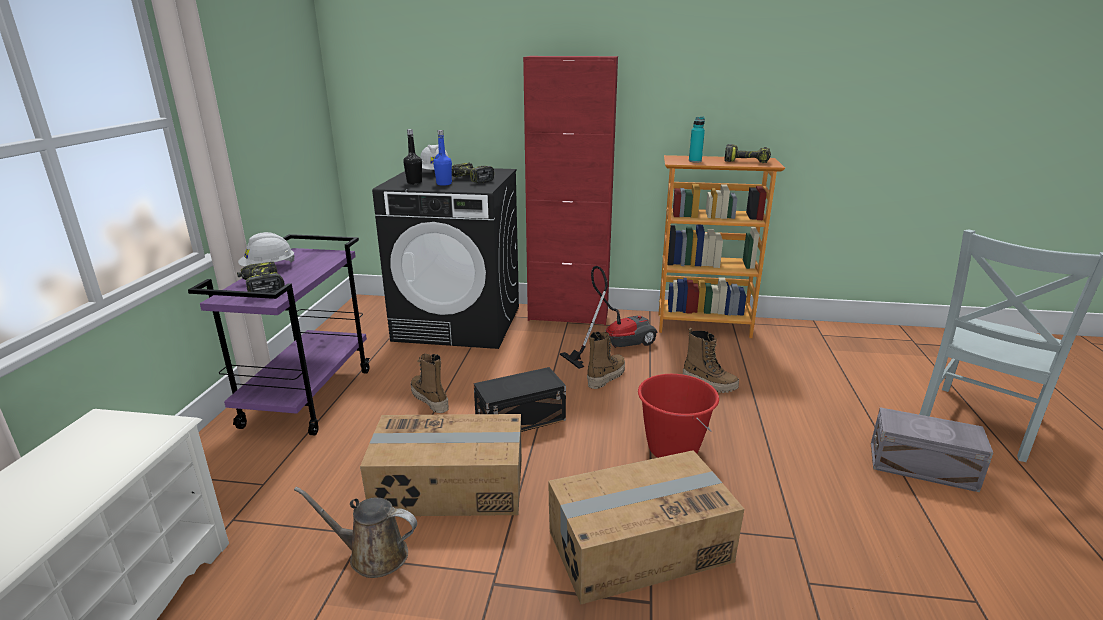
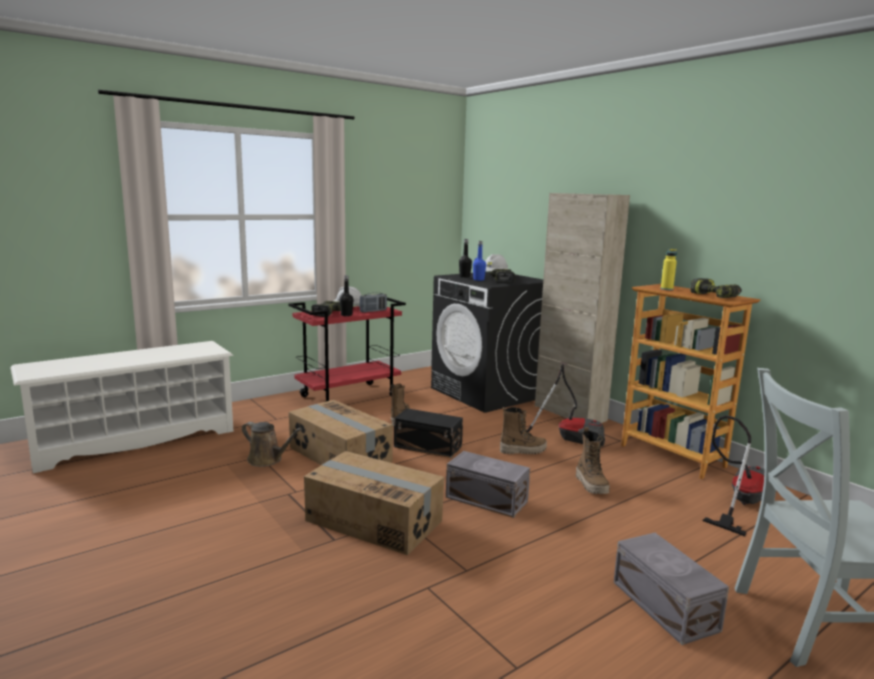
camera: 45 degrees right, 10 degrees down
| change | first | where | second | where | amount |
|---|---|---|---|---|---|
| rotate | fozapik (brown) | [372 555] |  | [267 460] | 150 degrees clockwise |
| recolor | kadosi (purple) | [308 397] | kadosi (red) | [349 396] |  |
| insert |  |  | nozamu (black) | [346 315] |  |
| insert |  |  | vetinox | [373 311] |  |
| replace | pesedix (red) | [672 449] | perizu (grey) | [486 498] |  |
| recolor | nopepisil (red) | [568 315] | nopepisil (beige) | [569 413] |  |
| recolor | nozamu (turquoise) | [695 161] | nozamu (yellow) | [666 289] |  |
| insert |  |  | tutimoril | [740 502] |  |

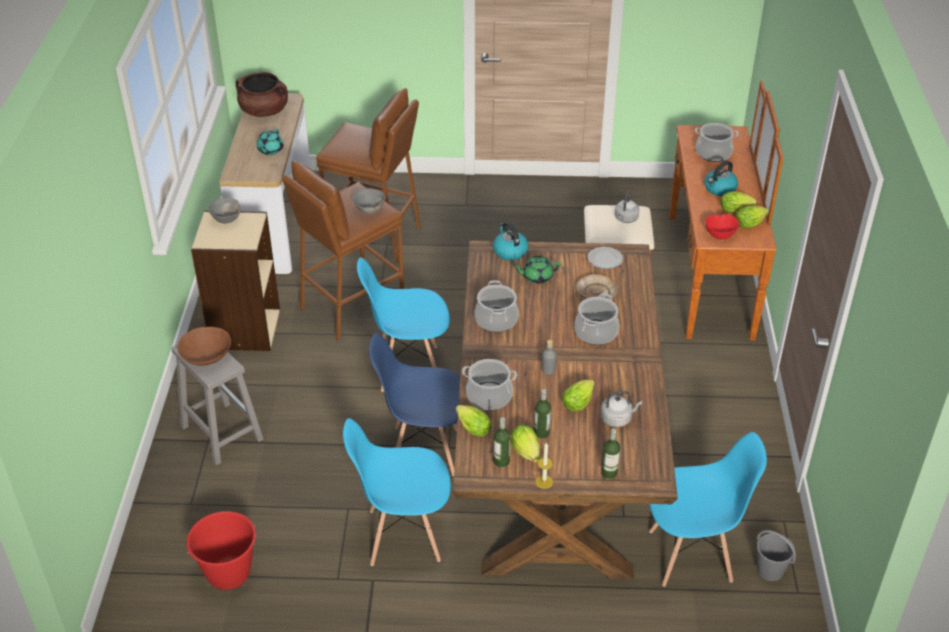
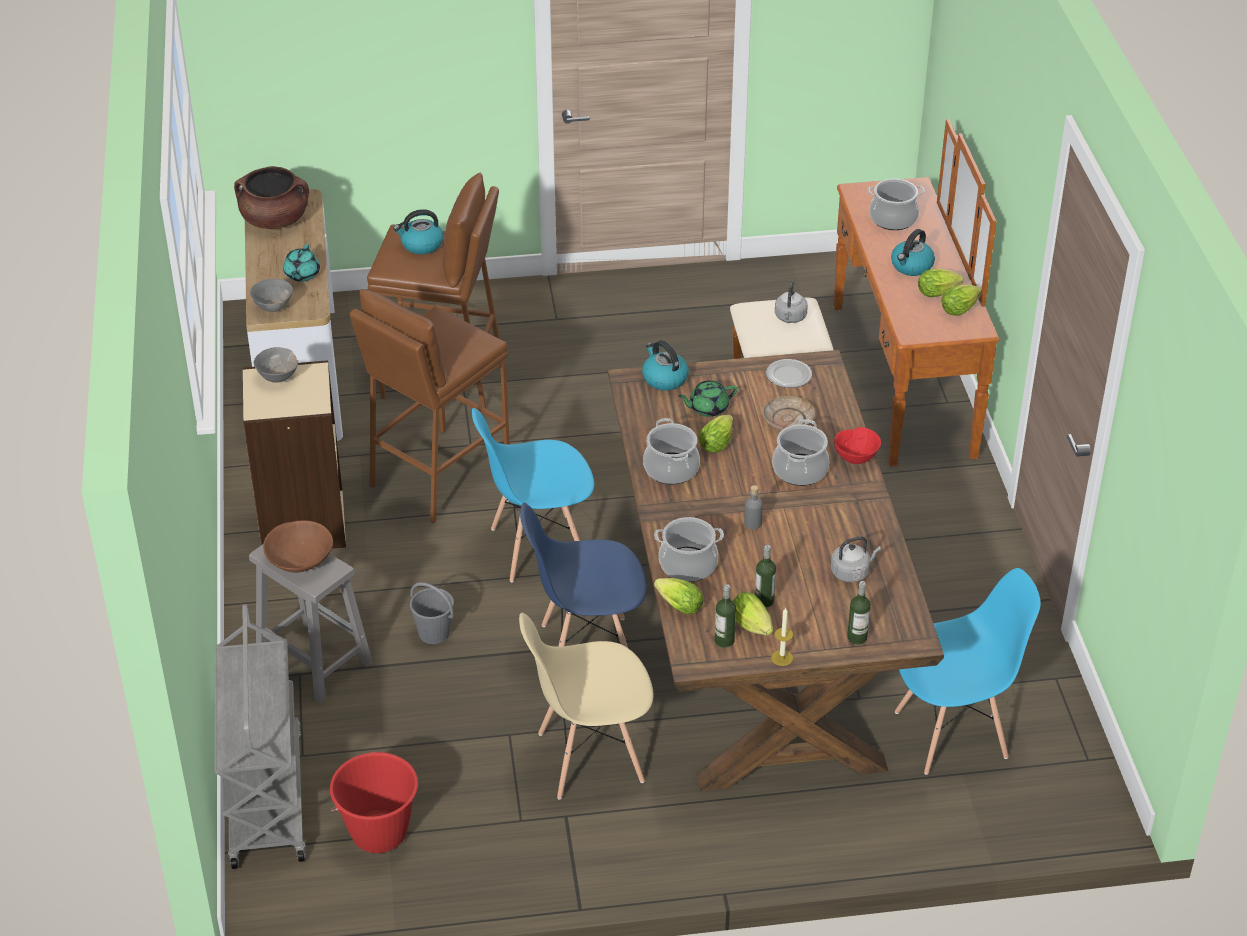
camera: 10 degrees left, 0 degrees up
| change | first | where | second | where | amount |
|---|---|---|---|---|---|
| insert |  |  | kadosi (grey) | [265 798] |  |
| move | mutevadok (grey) | [369 211] |  | [273 308] |  |
| insert |  |  | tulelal | [421 245] |  |
| move | pesedix (grey) | [769 570] |  | [433 633] |  |
| recolor | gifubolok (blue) | [403 535] | gifubolok (beige) | [589 757] |  |
| move | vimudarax | [579 402] |  | [718 442] |  |
| move | mutevadok (red) | [720 235] |  | [856 458] |  |

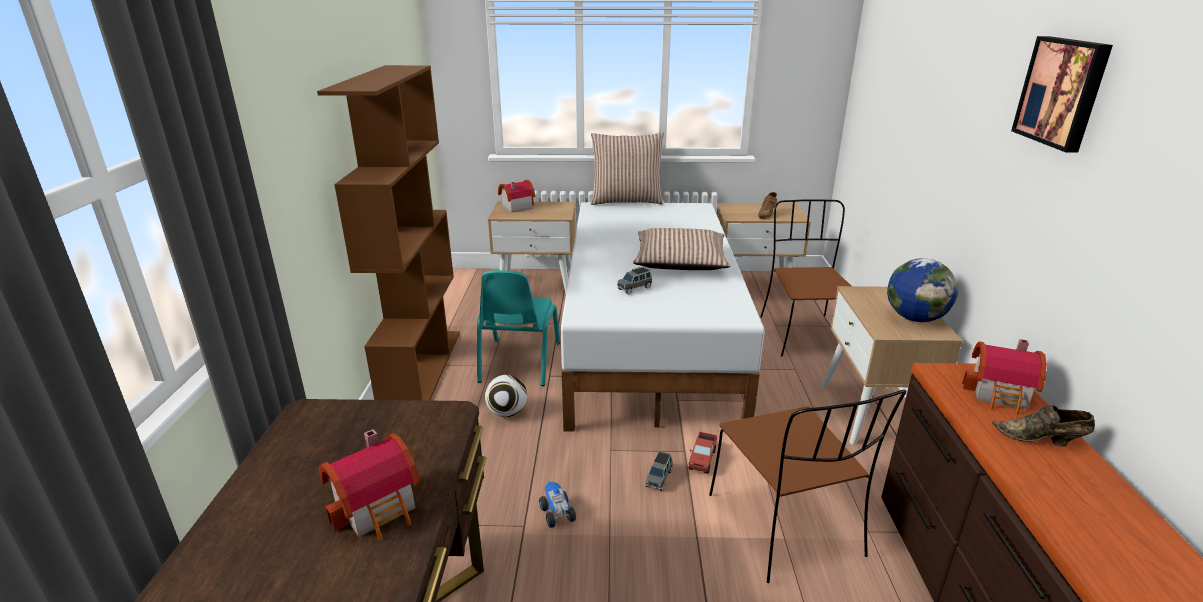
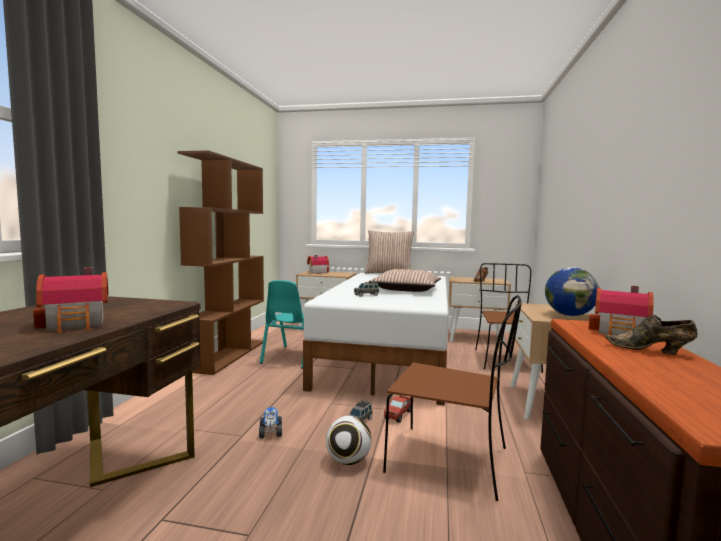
camera: 10 degrees right, 20 degrees down
| change | first | where | second | where | amount |
|---|---|---|---|---|---|
| move | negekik | [507 412] |  | [348 460] |  |
| rotate | gifubolok (brown) | [786 527] |  | [451 461] | 60 degrees counterclockwise |
| delete | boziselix | [1063 92] |  |  |  |

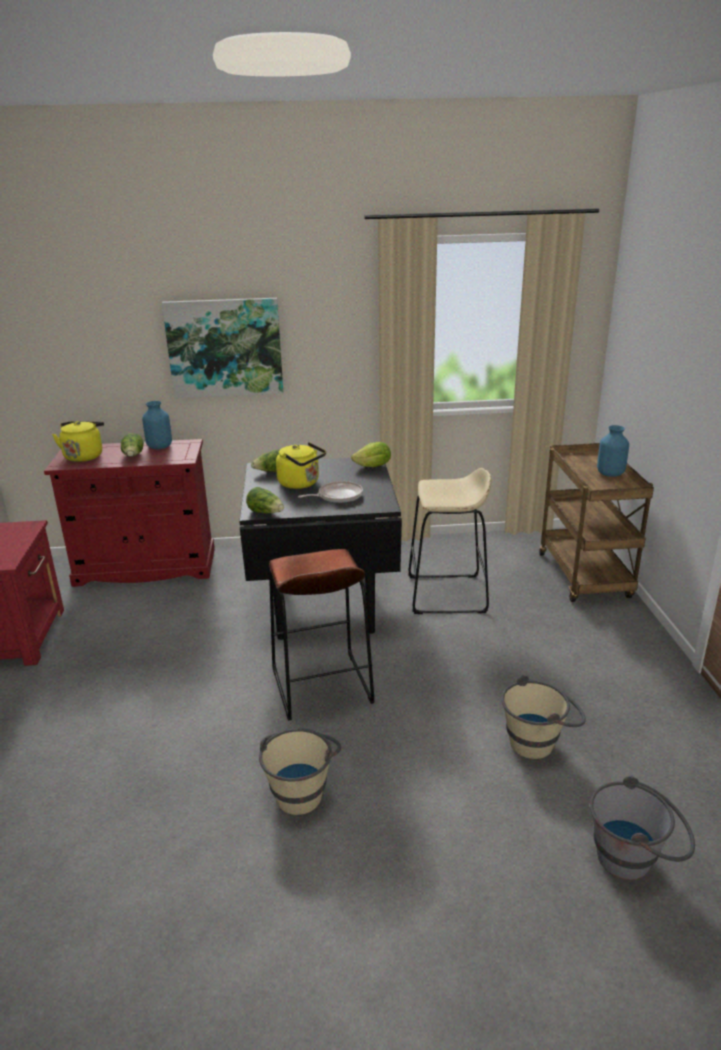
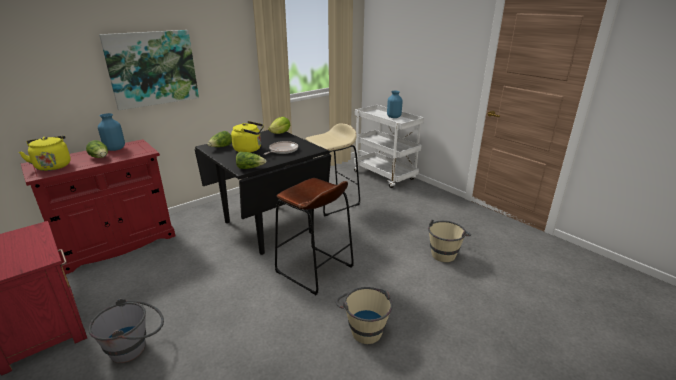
camera: 35 degrees left, 0 degrees up
| change | first | where | second | where | amount |
|---|---|---|---|---|---|
| move | pesedix (grey) | [635 859] |  | [136 347] |  |
| recolor | kadosi (brown) | [585 577] | kadosi (white) | [385 176] |  |

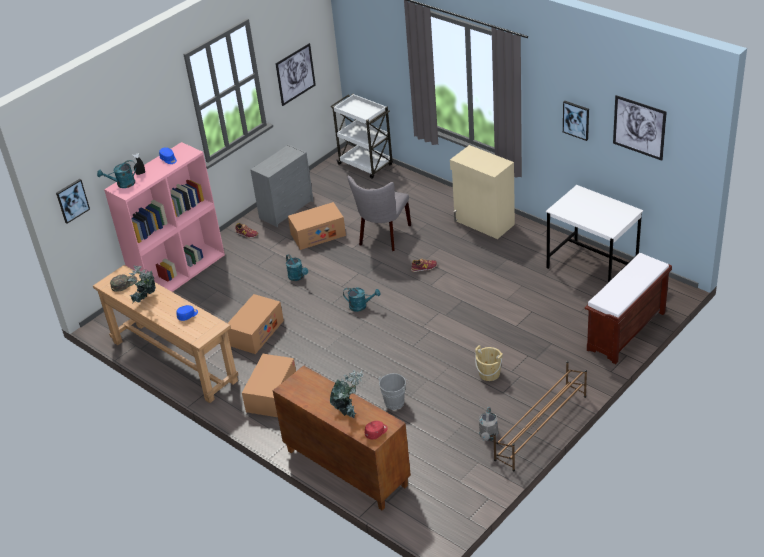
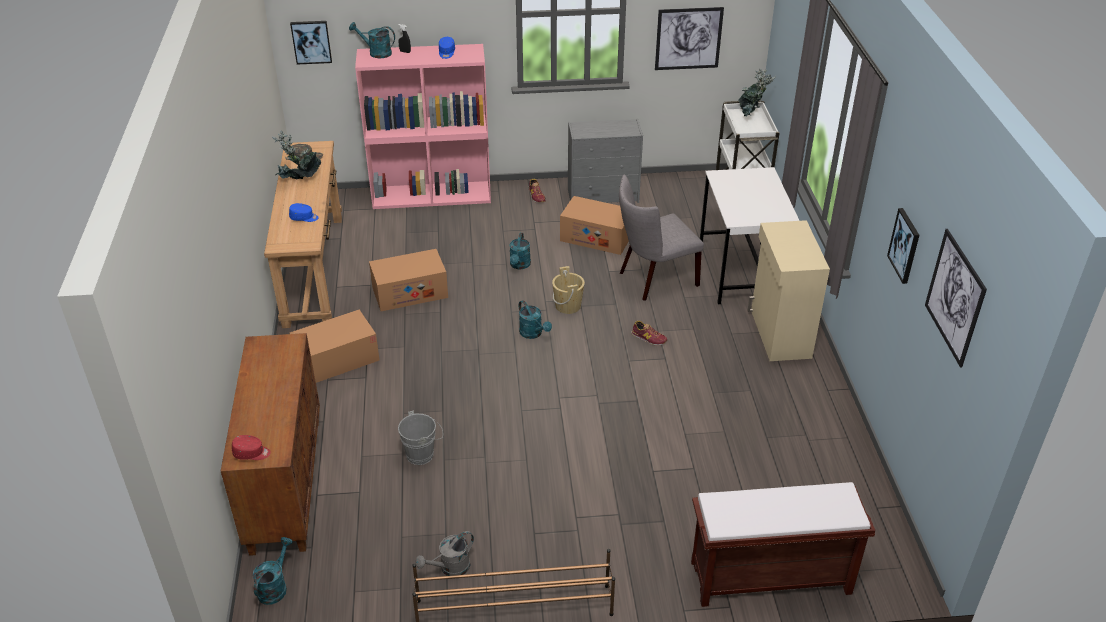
camera: 40 degrees right, 0 degrees up
| change | first | where | second | where | amount |
|---|---|---|---|---|---|
| insert |  |  | fozapik (turquoise) | [275 586] |  |
| move | pesedix (beige) | [489 374] |  | [568 306] |  |
| move | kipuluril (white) | [592 268] |  | [741 273] |  |
| move | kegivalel | [348 411] |  | [751 116] |  |

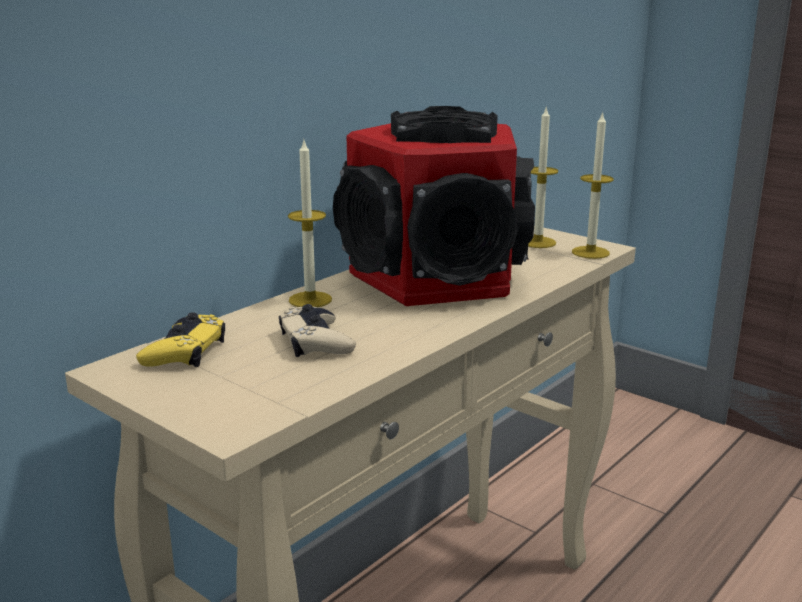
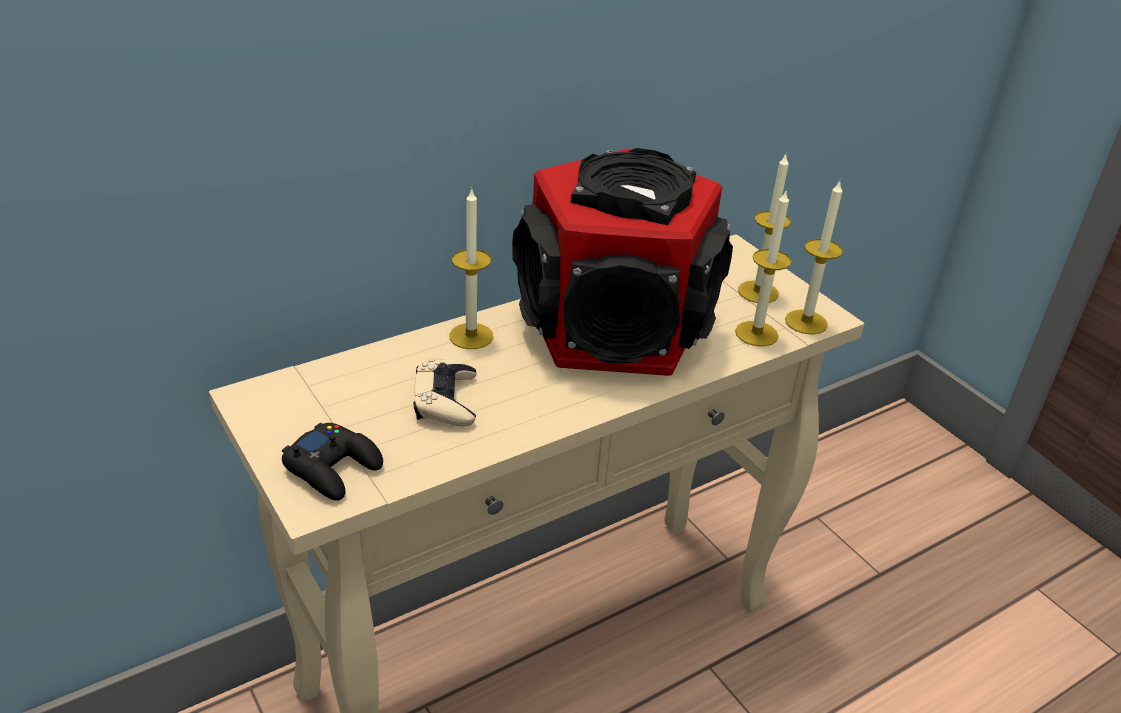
camera: 15 degrees right, 15 degrees up
| change | first | where | second | where | amount |
|---|---|---|---|---|---|
| insert |  |  | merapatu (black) | [333 468] |  |
| insert |  |  | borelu | [756 333] |  |
| delete | merapatu (yellow) | [185 351] |  |  |  |

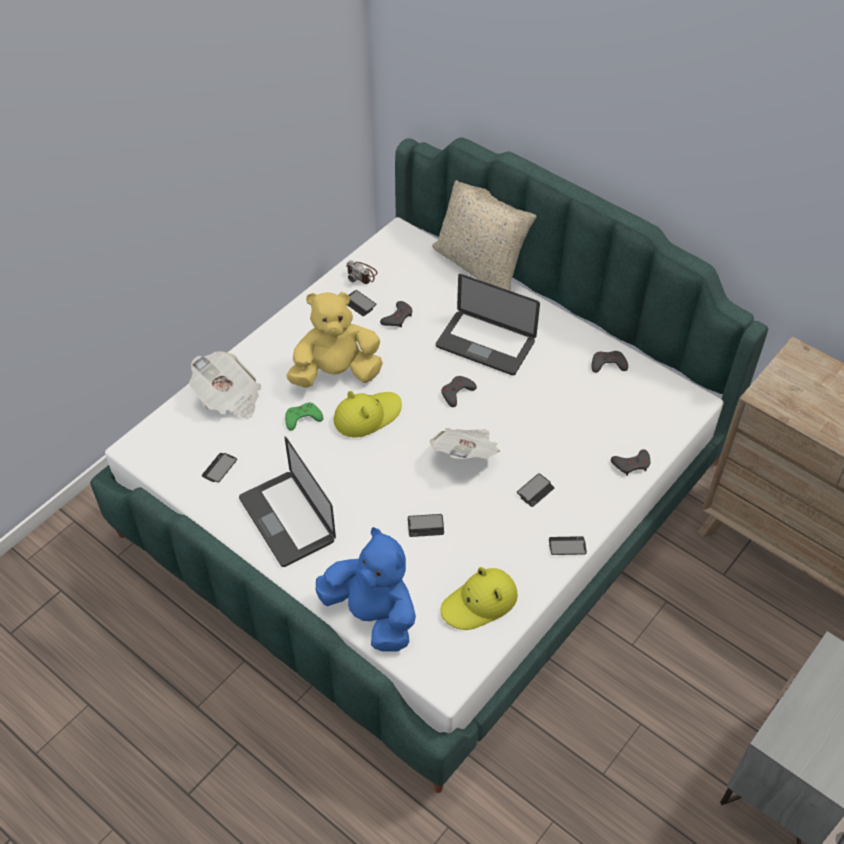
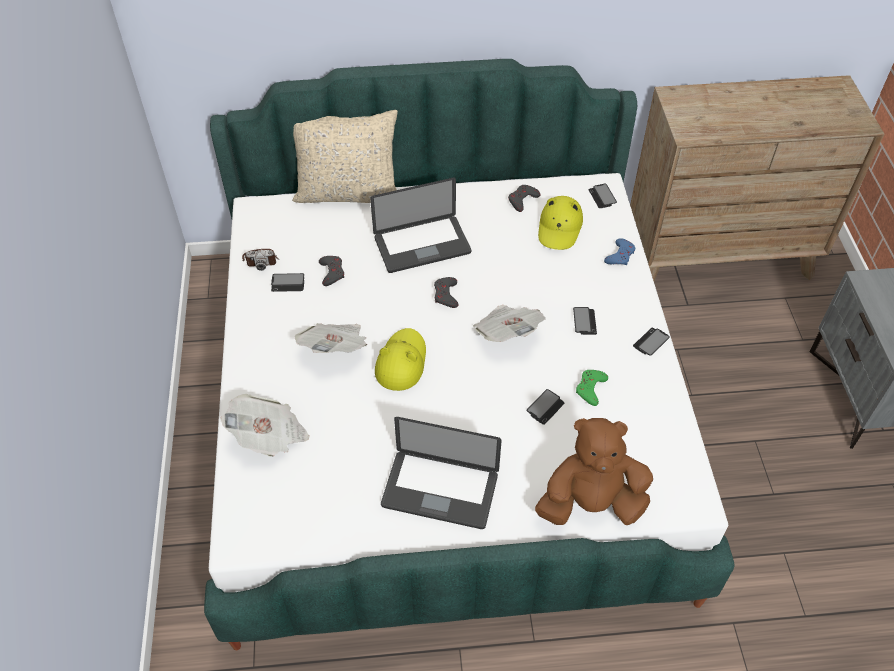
camera: 45 degrees left, 0 degrees up
| change | first | where | second | where | amount |
|---|---|---|---|---|---|
| replace | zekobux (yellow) | [336 373] | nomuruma | [336 349] |  |
| recolor | zekobux (blue) | [372 615] | zekobux (brown) | [591 503] |  |
| move | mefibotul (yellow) | [479 603] |  | [560 228] |  |
| move | merapatu (green) | [302 418] |  | [590 388] |  |
| move | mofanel | [219 468] |  | [602 197] |  |
| recolor | merapatu (grey) | [631 464] | merapatu (blue) | [620 255] |  |

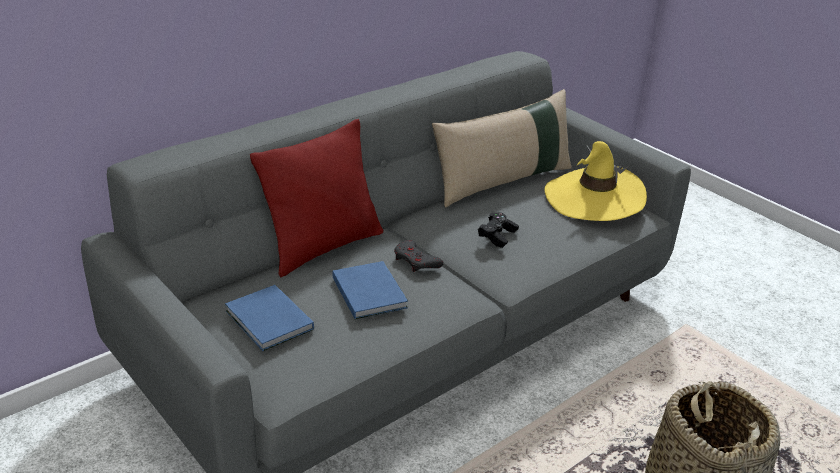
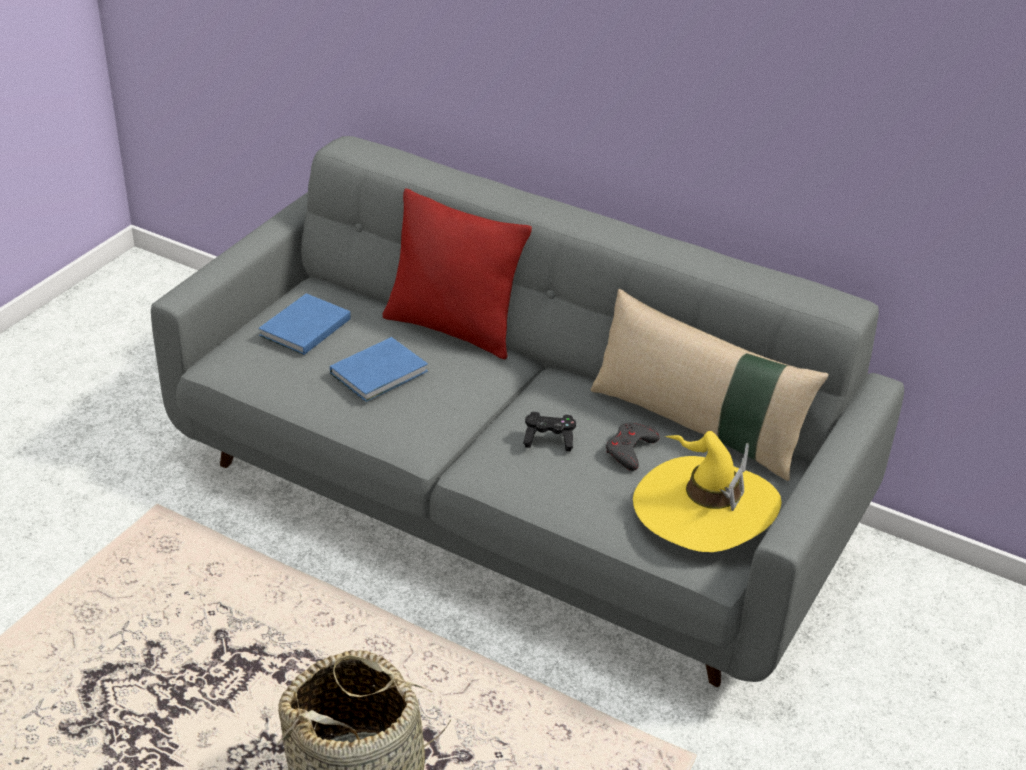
camera: 70 degrees right, 5 degrees up
| change | first | where | second | where | amount |
|---|---|---|---|---|---|
| move | merapatu (grey) | [416 261] |  | [630 450] |  |

